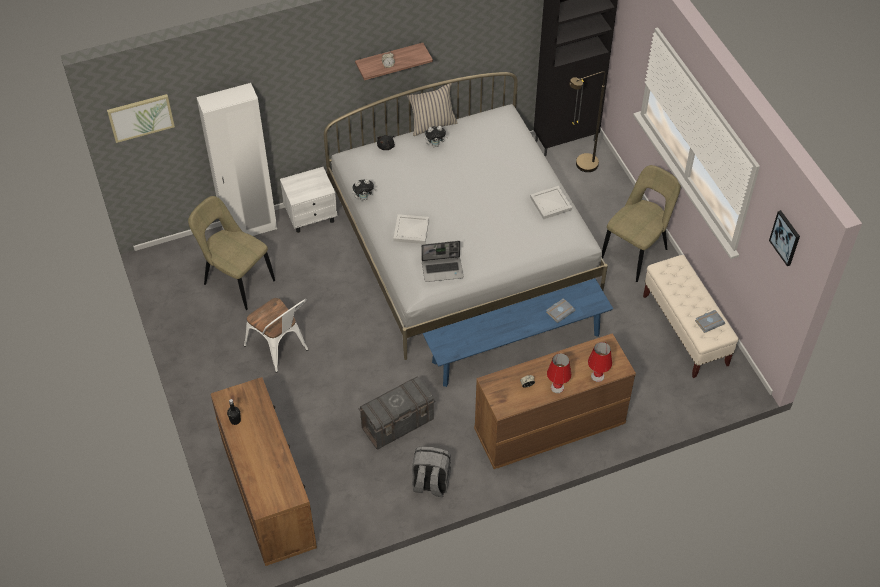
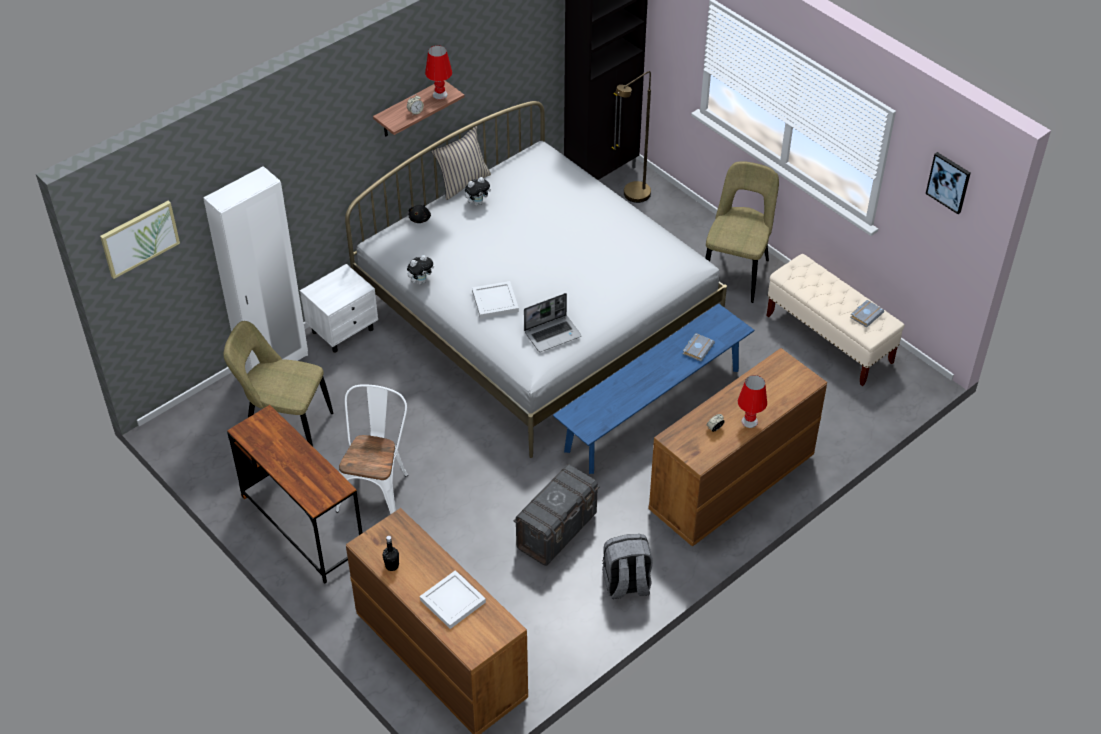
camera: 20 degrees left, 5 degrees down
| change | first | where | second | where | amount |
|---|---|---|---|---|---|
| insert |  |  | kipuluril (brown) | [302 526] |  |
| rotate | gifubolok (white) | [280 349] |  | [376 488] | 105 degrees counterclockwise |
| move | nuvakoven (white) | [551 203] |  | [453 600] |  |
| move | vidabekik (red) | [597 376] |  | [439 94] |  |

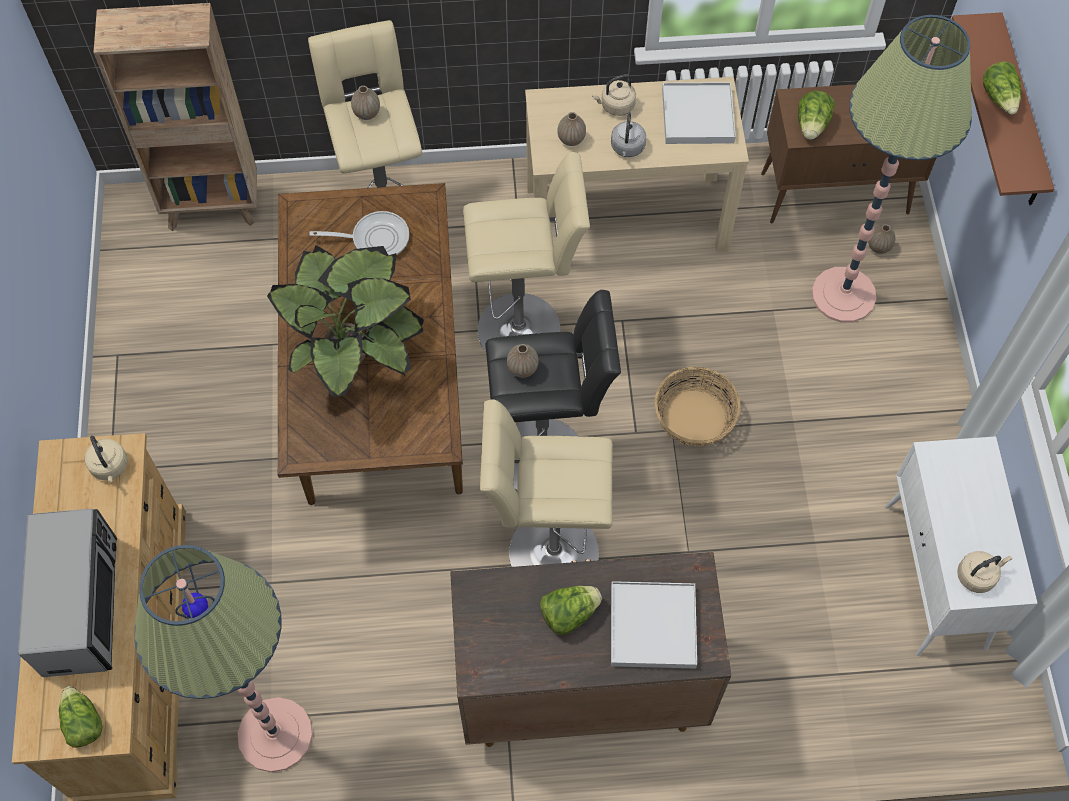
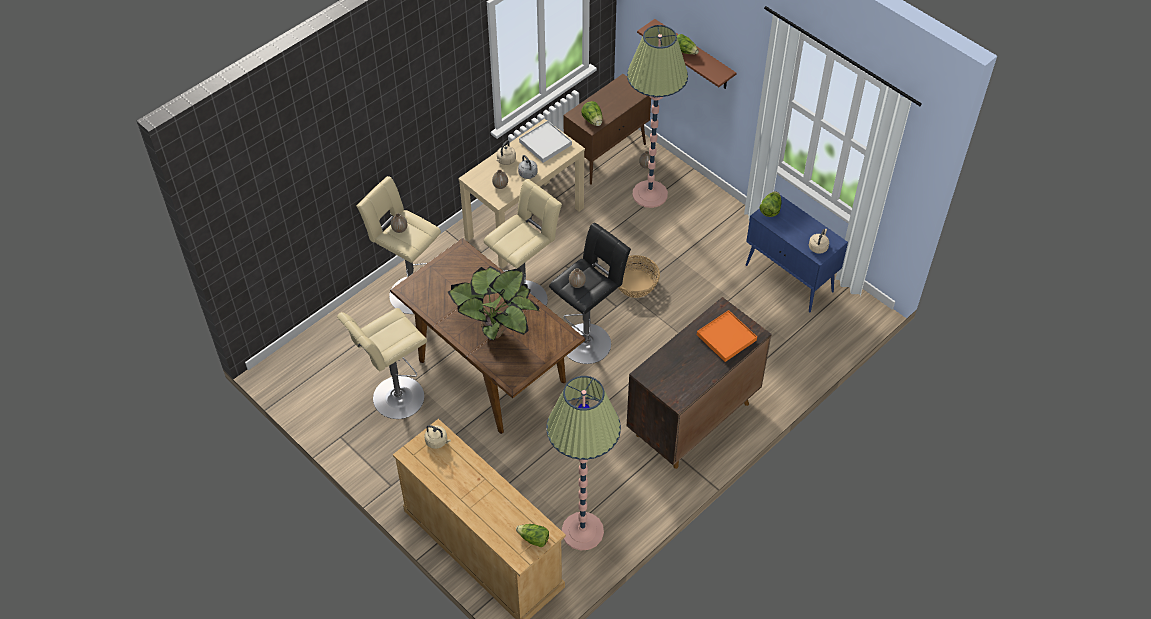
camera: 40 degrees left, 10 degrees down
| change | first | where | second | where | amount |
|---|---|---|---|---|---|
| move | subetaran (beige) | [546 553] |  | [395 399] |  |
| recolor | nuvakoven (white) | [652 626] | nuvakoven (orange) | [726 337] |  |
| recolor | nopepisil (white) | [935 578] | nopepisil (blue) | [790 279] |  |
| move | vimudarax | [569 614] |  | [770 210] |  |
| delete | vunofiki | [81 605] |  |  |  |
| delete | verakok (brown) | [214 207] |  |  |  |
| delete | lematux | [375 239] |  |  |  |

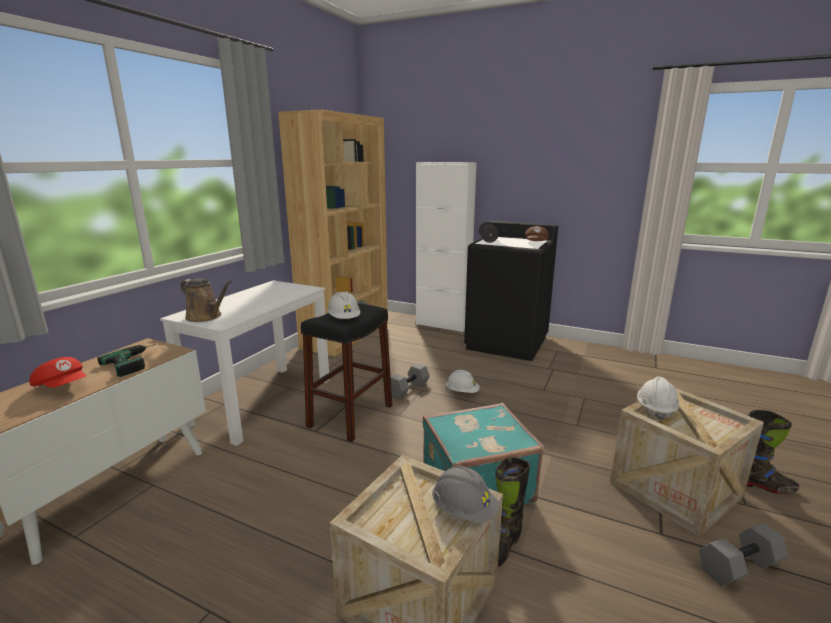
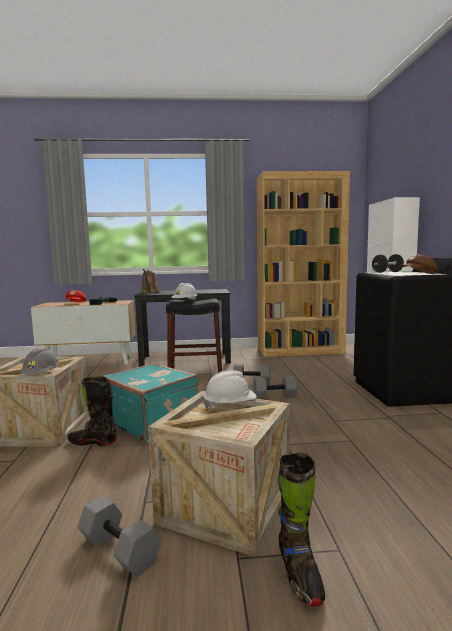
camera: 60 degrees right, 10 degrees down
| change | first | where | second | where | amount |
|---|---|---|---|---|---|
| recolor | kipuluril (white) | [263 401] | kipuluril (black) | [186 359] |  |
| replace | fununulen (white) | [462 392] | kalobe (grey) | [274 395] |  |

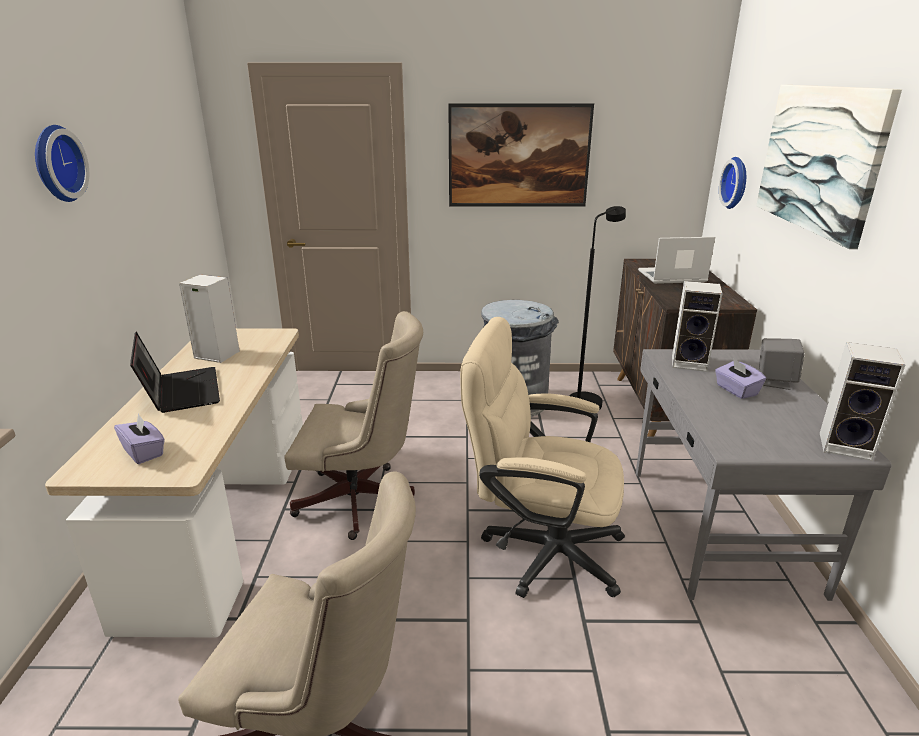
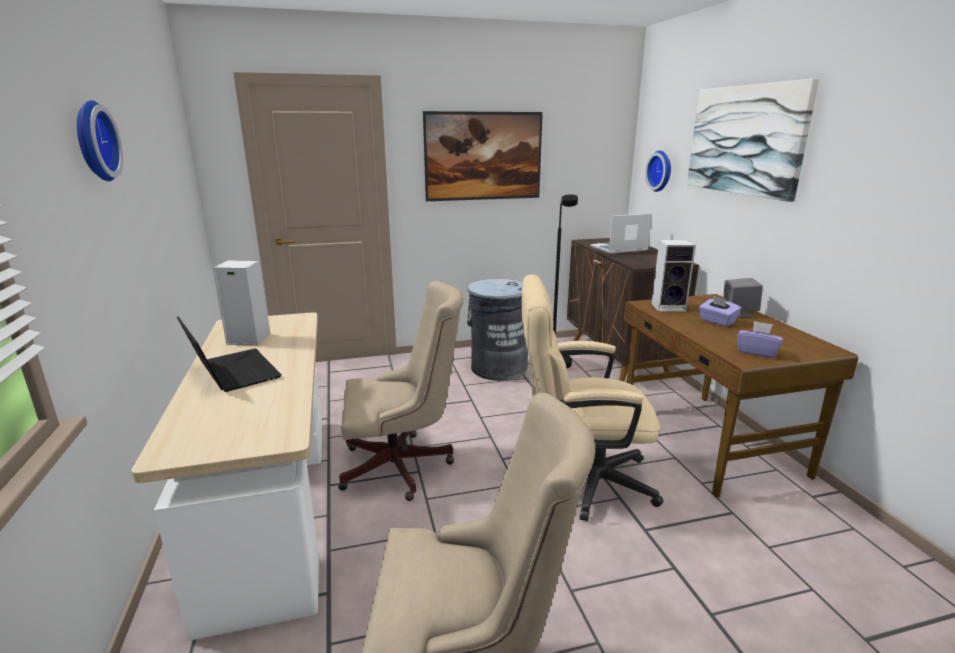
camera: 15 degrees left, 5 degrees down
| change | first | where | second | where | amount |
|---|---|---|---|---|---|
| recolor | kipuluril (grey) | [718 529] | kipuluril (brown) | [708 441] |  |
| move | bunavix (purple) | [144 452] |  | [757 352] |  |
| delete | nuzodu | [847 446] |  |  |  |

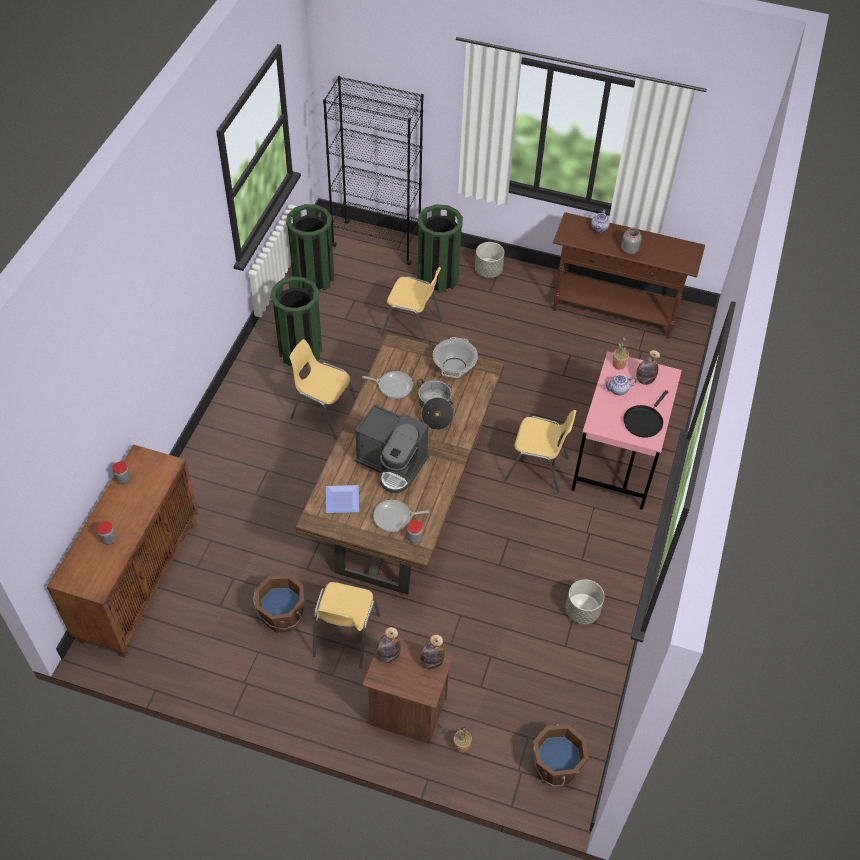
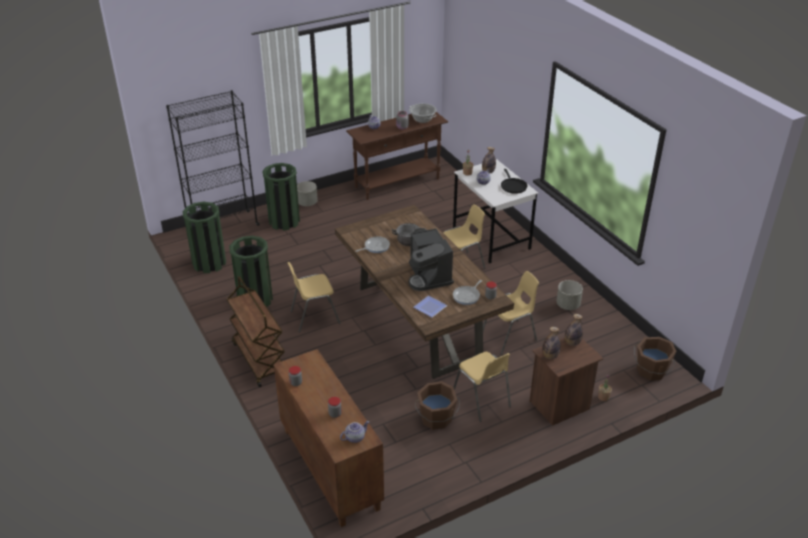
camera: 45 degrees left, 15 degrees down
| change | first | where | second | where | amount |
|---|---|---|---|---|---|
| insert |  |  | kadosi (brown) | [259 359] |  |
| insert |  |  | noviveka | [355 437] |  |
| rotate | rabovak | [392 464] |  | [429 276] | 90 degrees clockwise |
| move | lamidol | [454 367] |  | [422 119] |  |
| recolor | kipuluril (pink) | [617 461] | kipuluril (white) | [491 239] |  |
| move | gifubolok (yellow) | [412 327] |  | [510 336] |  |

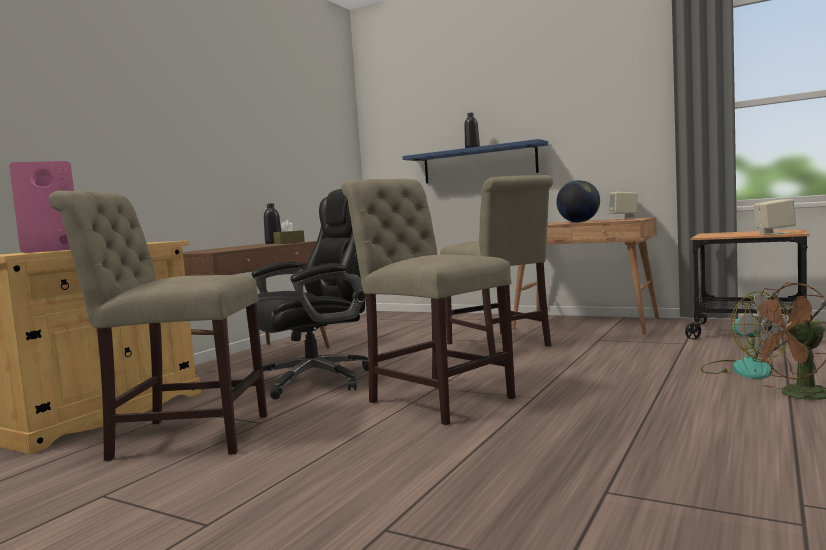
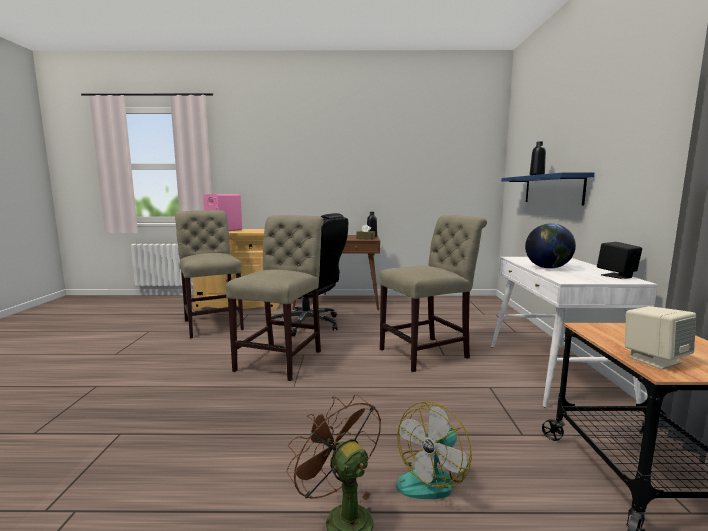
camera: 60 degrees right, 5 degrees up
| change | first | where | second | where | amount |
|---|---|---|---|---|---|
| rotate | gifubolok (beige) | [500 345] |  | [428 353] | 150 degrees counterclockwise |
| recolor | kipuluril (brown) | [586 323] | kipuluril (white) | [555 372] |  |
| recolor | nuzodu (beige) | [624 218] | nuzodu (black) | [617 276] |  |

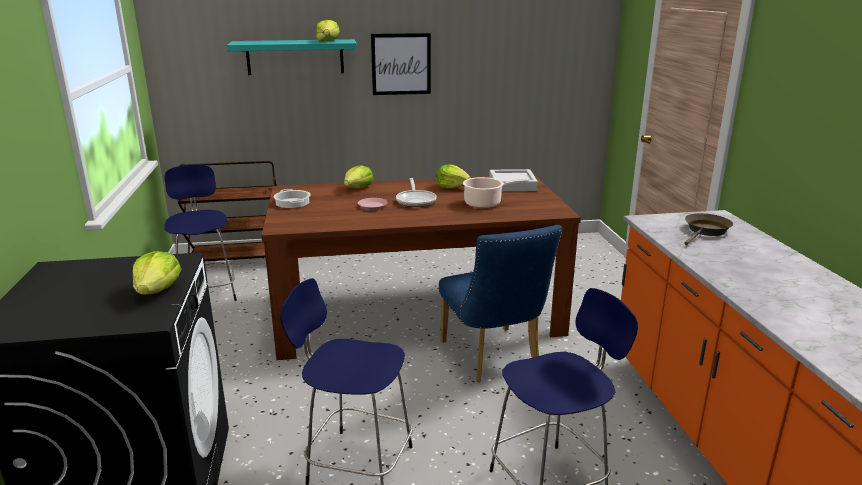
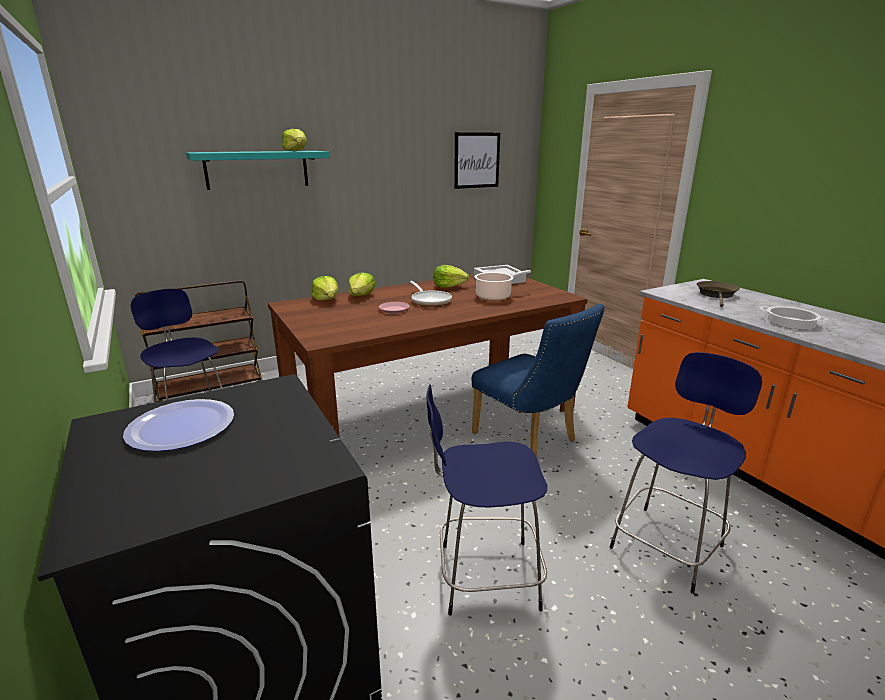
camera: 20 degrees left, 0 degrees up
| change | first | where | second | where | amount |
|---|---|---|---|---|---|
| insert |  |  | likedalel | [181 427] |  |
| move | vimudarax | [157 291] |  | [327 300] |  |
| move | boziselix | [401 64] |  | [476 160] |  |
| move | lamidol | [293 202] |  | [791 322] |  |

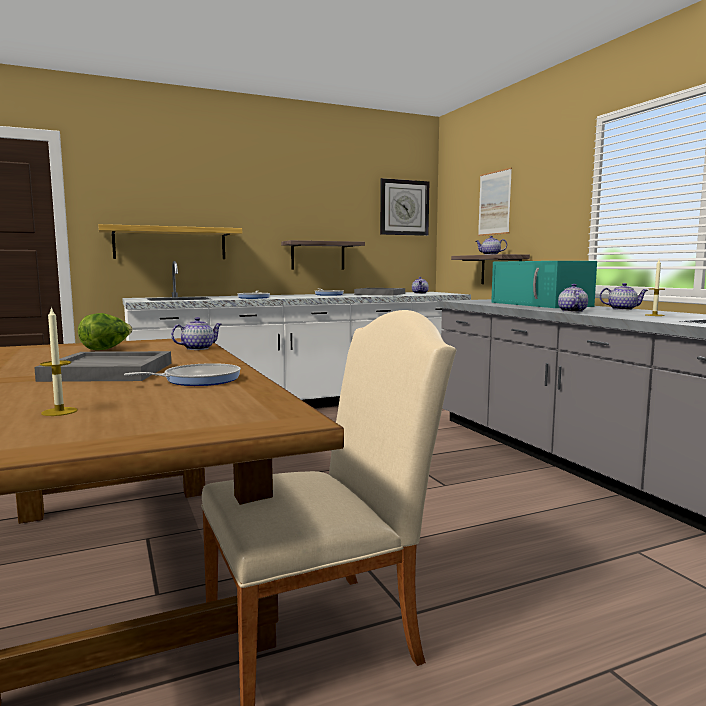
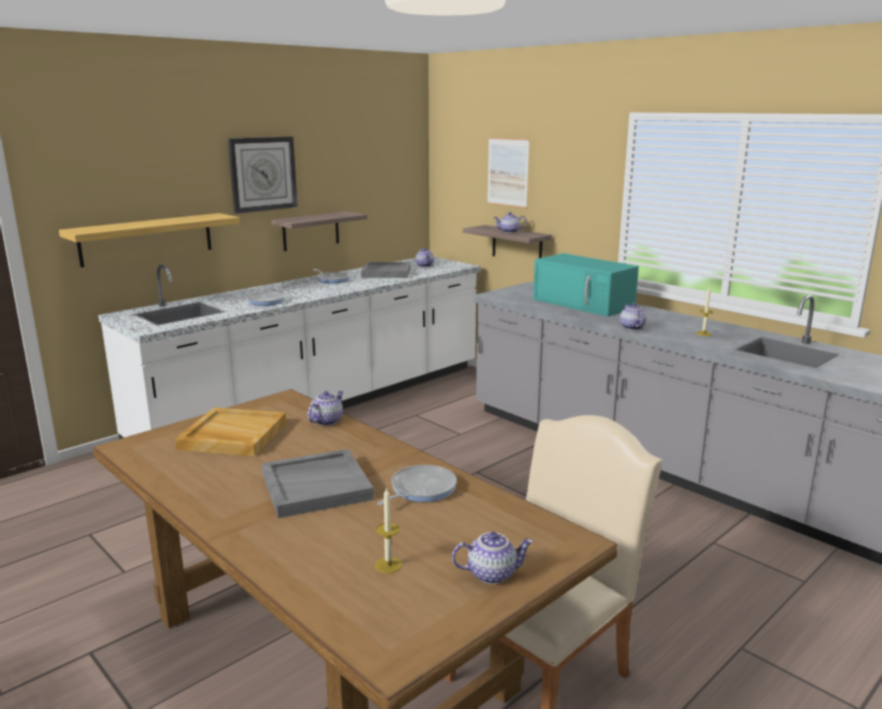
camera: 20 degrees left, 10 degrees up
| change | first | where | second | where | amount |
|---|---|---|---|---|---|
| replace | vimudarax | [106 349] | nuvakoven (beige) | [232 435] |  |
| move | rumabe | [404 207] |  | [262 174] |  |
| move | noviveka | [622 309] |  | [492 573] |  |

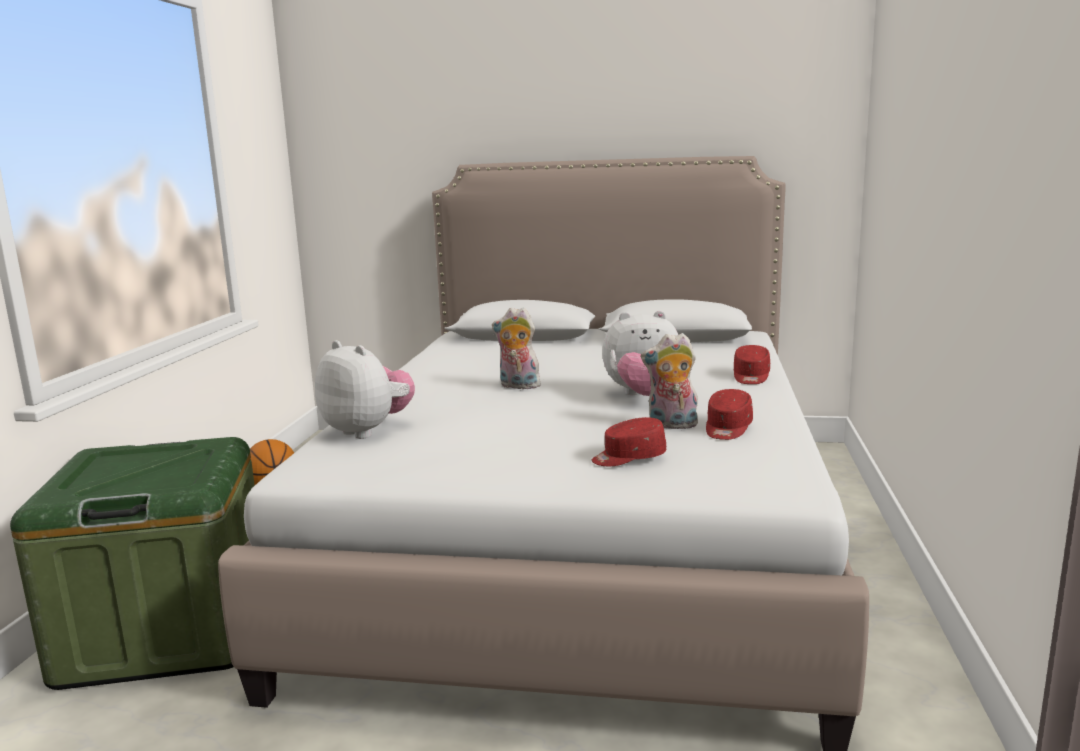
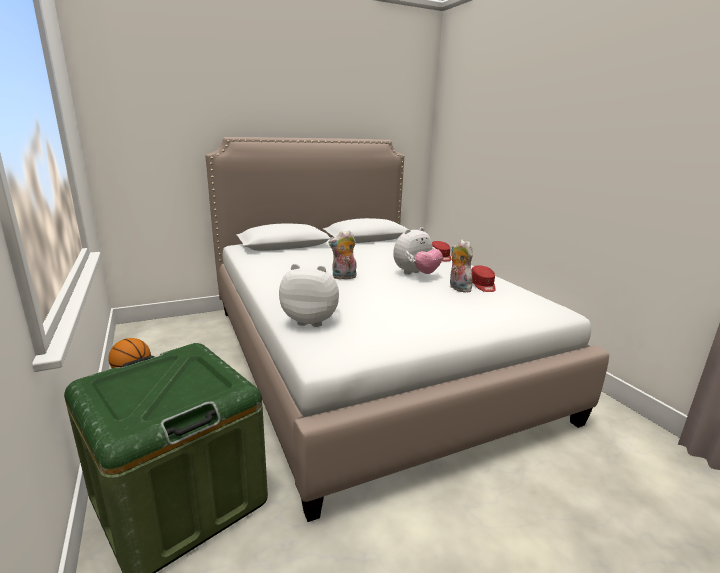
camera: 35 degrees left, 5 degrees up
| change | first | where | second | where | amount |
|---|---|---|---|---|---|
| rotate | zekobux | [671 426] |  | [458 288] | 90 degrees clockwise |
| delete | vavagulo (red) | [628 458] |  |  |  |

